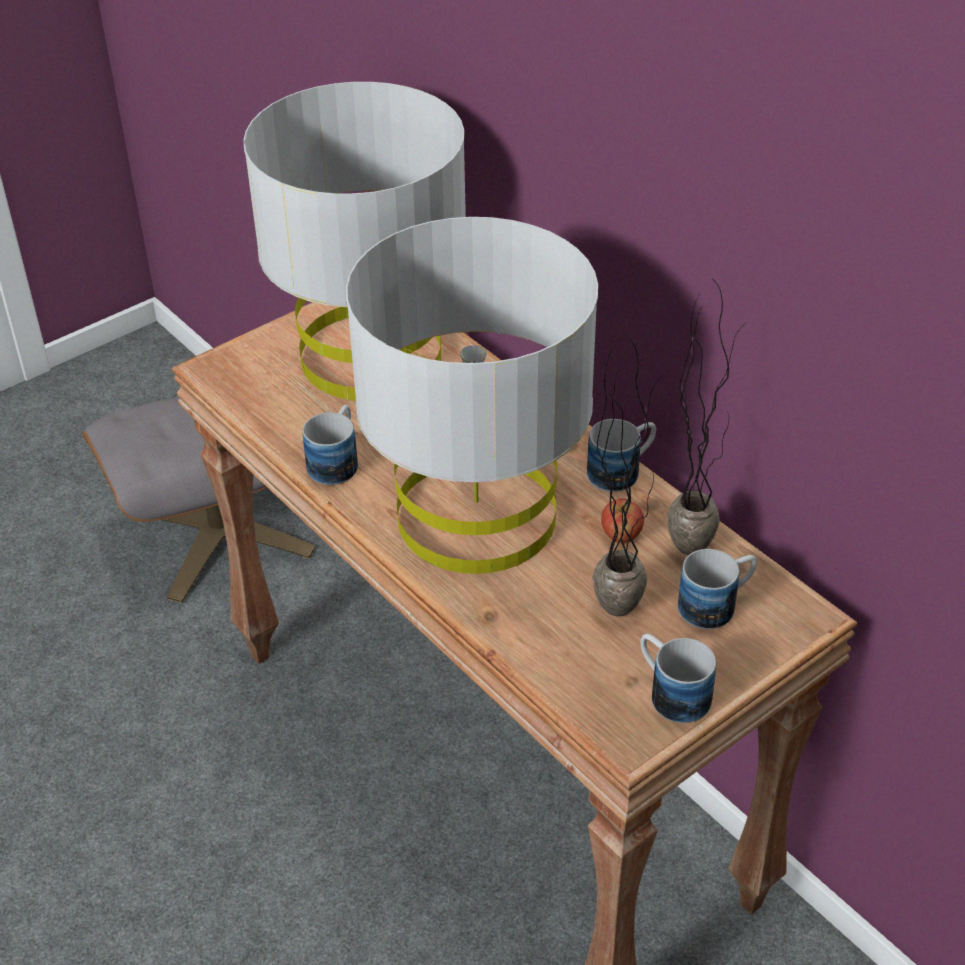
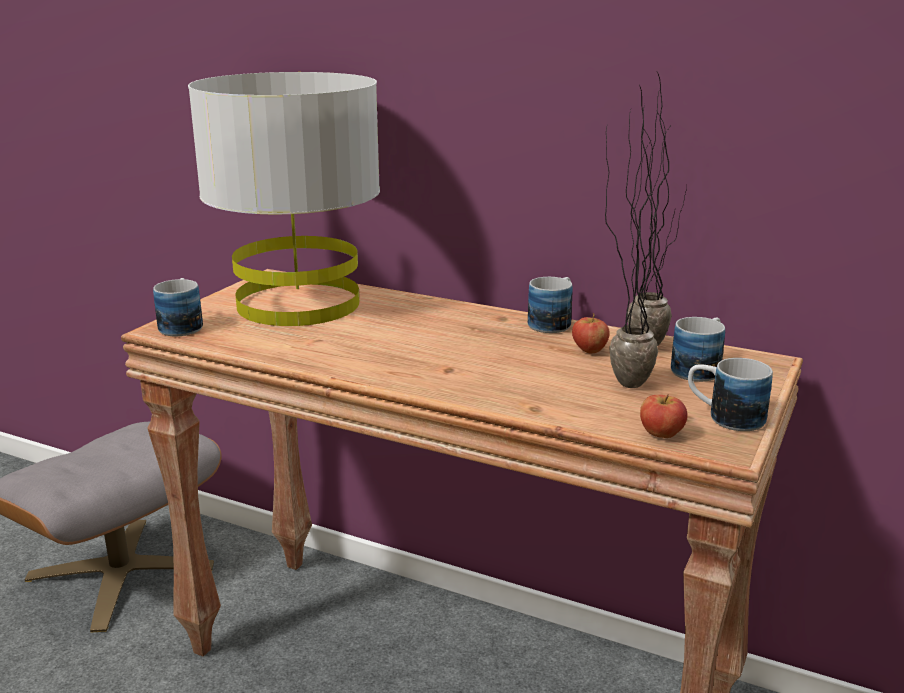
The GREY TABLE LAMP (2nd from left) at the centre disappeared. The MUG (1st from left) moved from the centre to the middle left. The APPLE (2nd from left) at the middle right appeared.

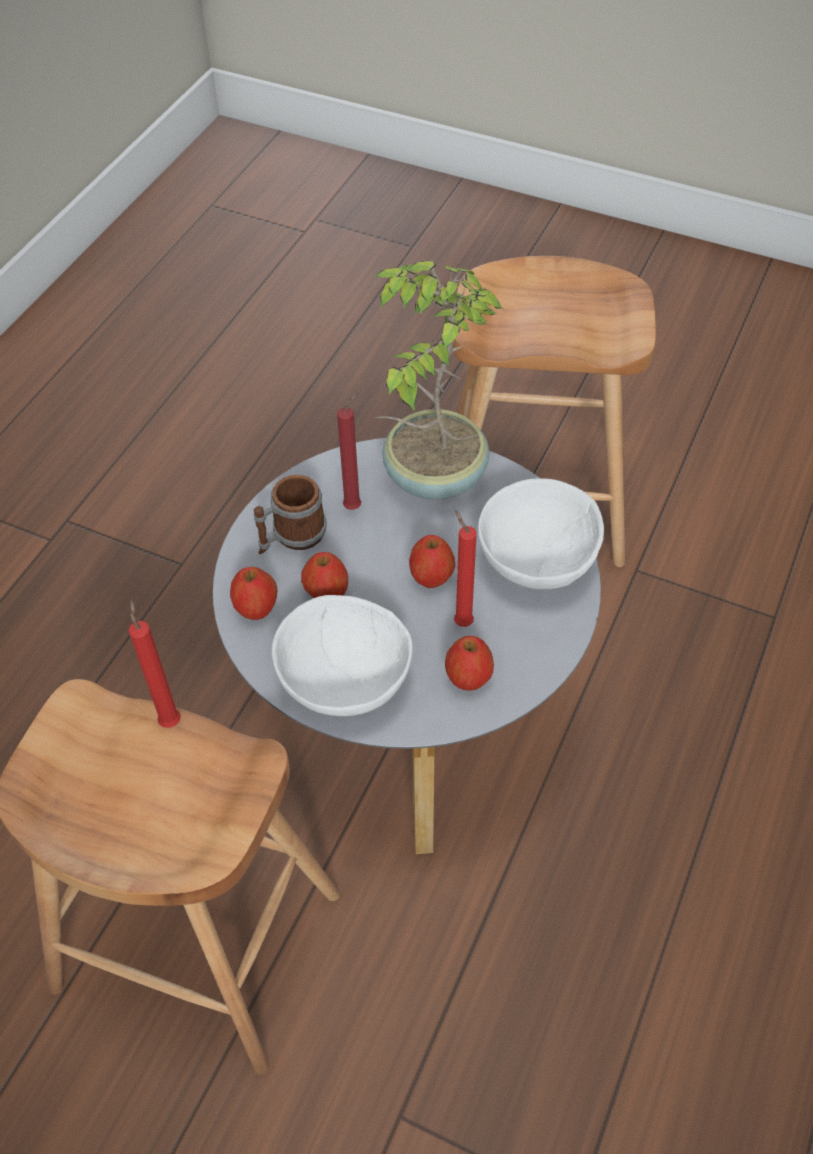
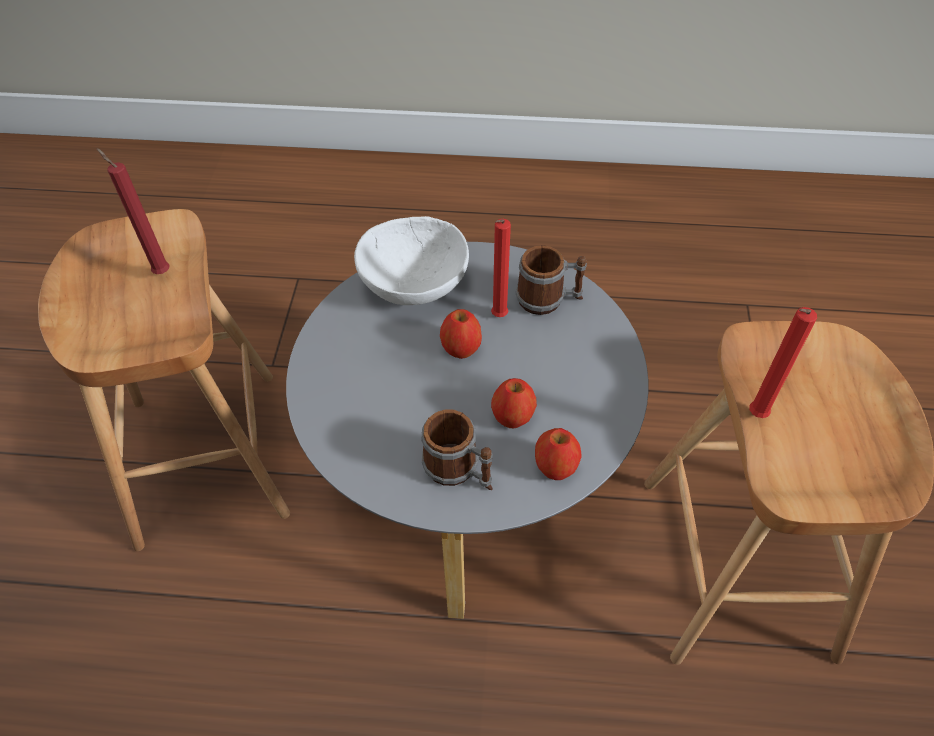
The POTTED PLANT at the top centre disappeared. The RED CANDLE (2nd from left in the first image) moved from the centre to the top left. The WHITE BOWL (1st from left) at the centre disappeared. The APPLE (4th from left) at the centre was replaced by the MUG (2nd from left) at the centre.

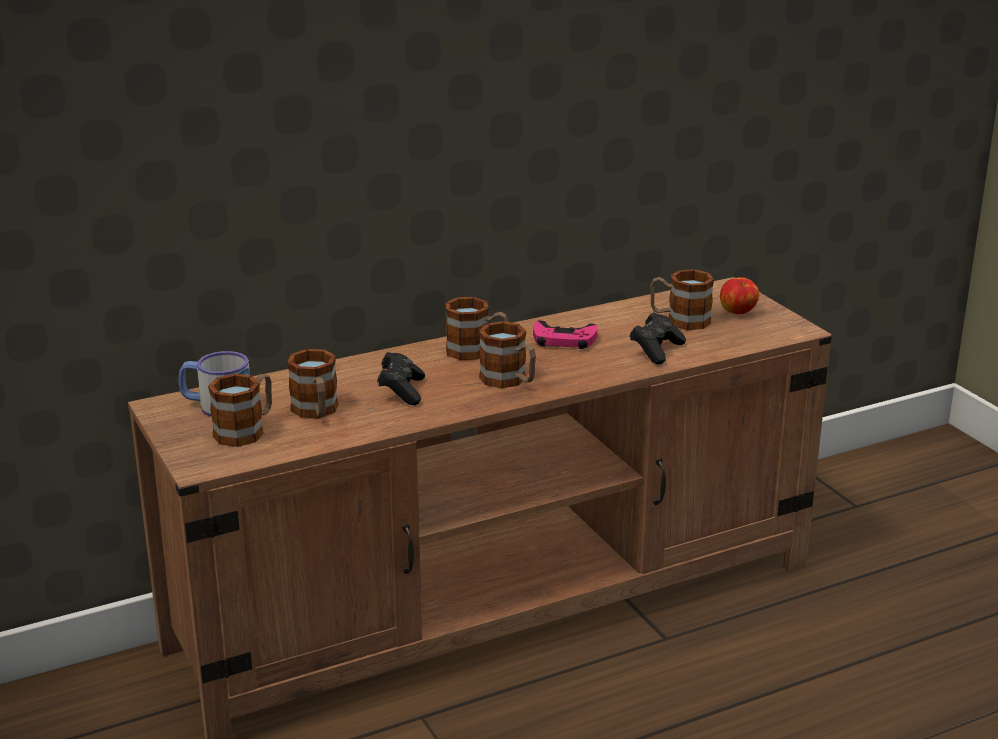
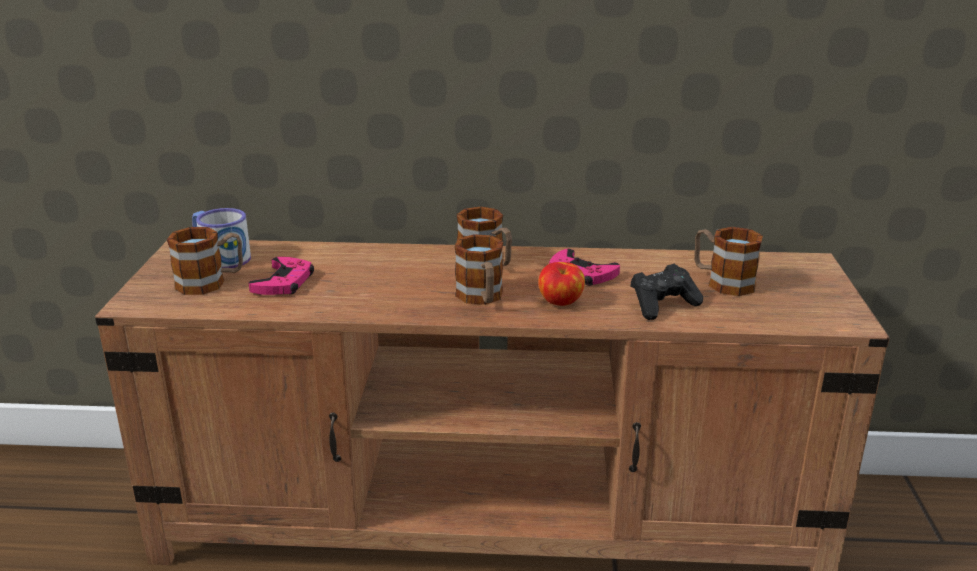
The APPLE moved from the middle right to the centre. The MUG (3rd from left) at the middle left was replaced by the PINK GAME CONTROLLER (1st from left) at the middle left. The BLACK GAME CONTROLLER (1st from left) at the centre disappeared.

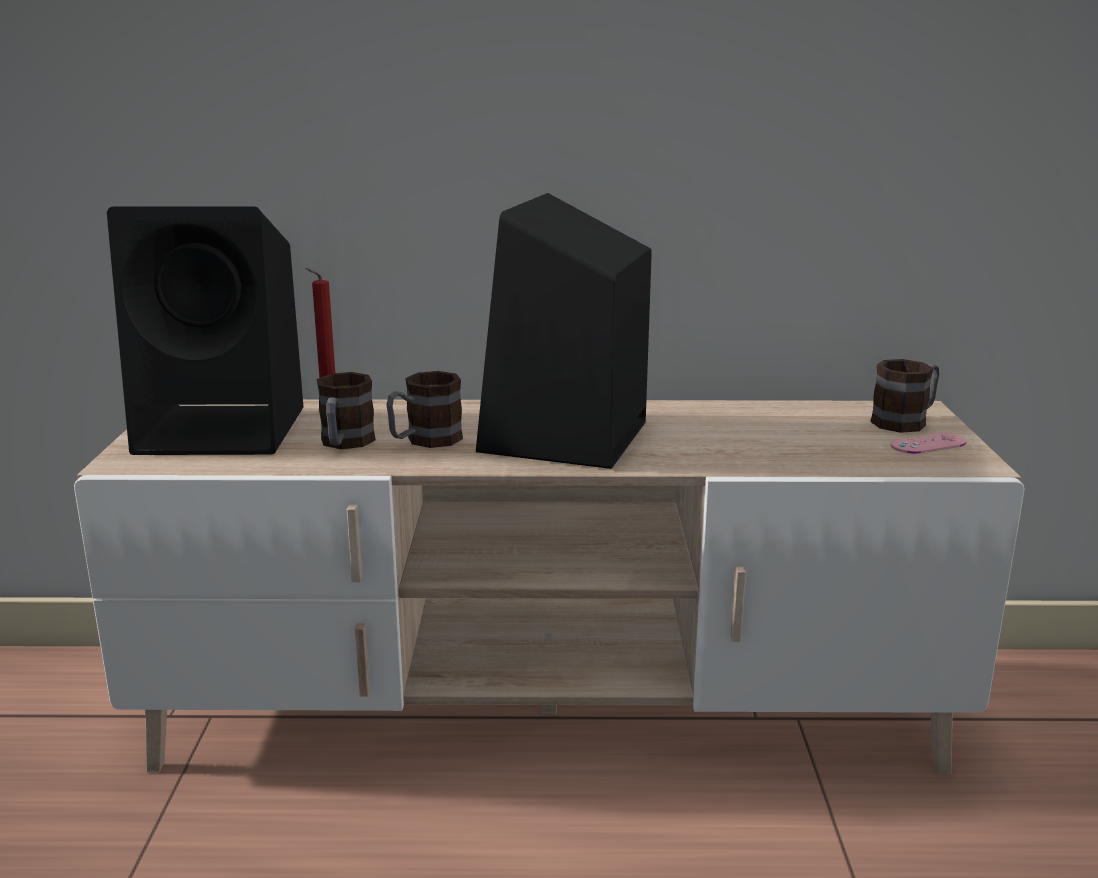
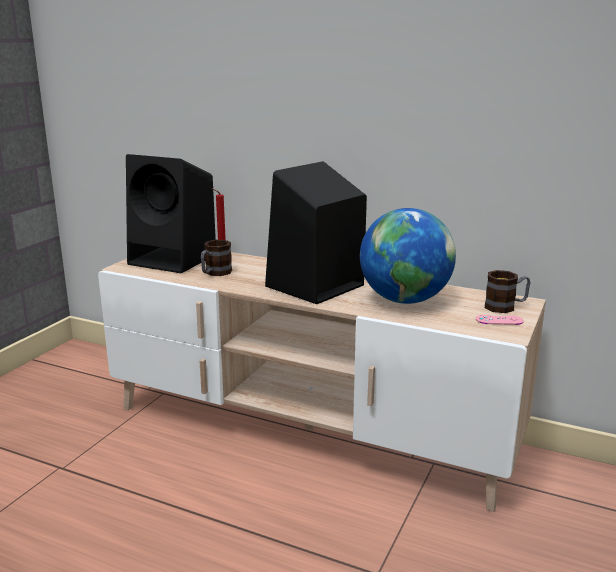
The MUG (2nd from left) at the centre disappeared. The GLOBE at the centre appeared.

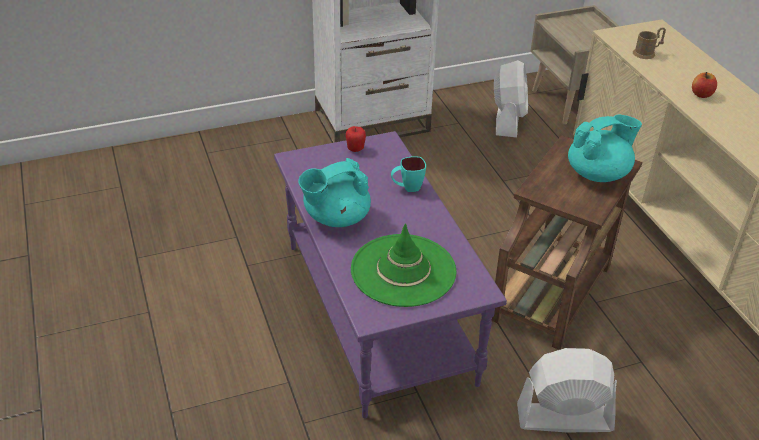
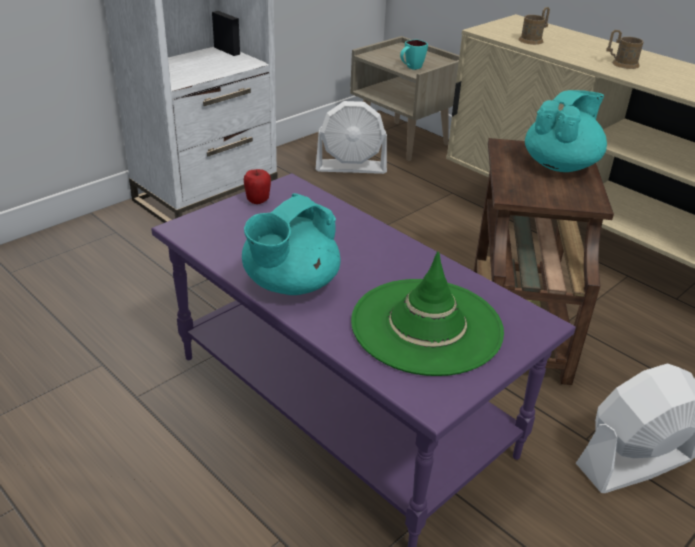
The WHITE FAN (1st from left) at the top right turned 105 degrees clockwise. The APPLE (2nd from left) at the top right was replaced by the BROWN MUG (2nd from left) at the top right. The TURQUOISE MUG moved from the centre to the top centre.

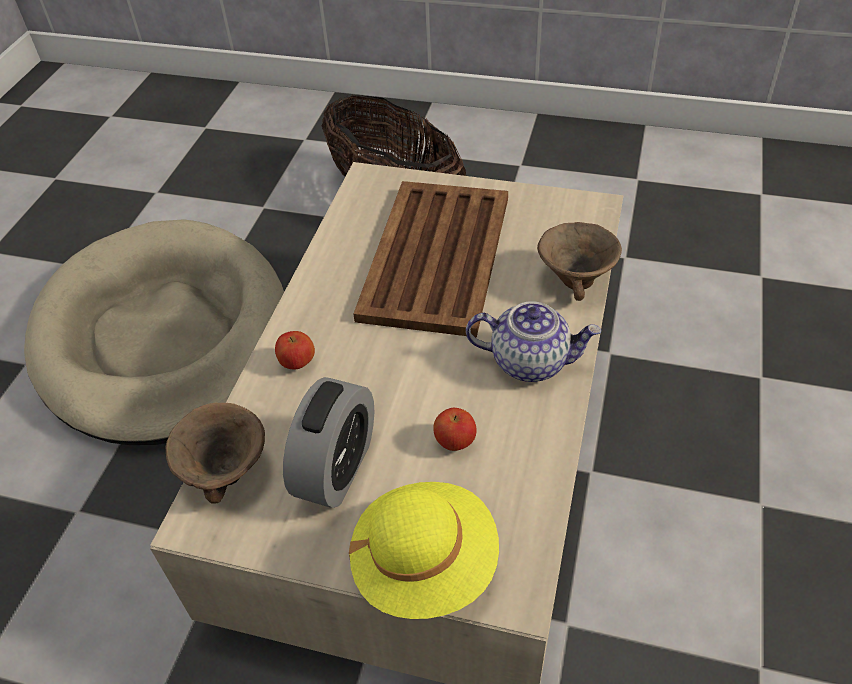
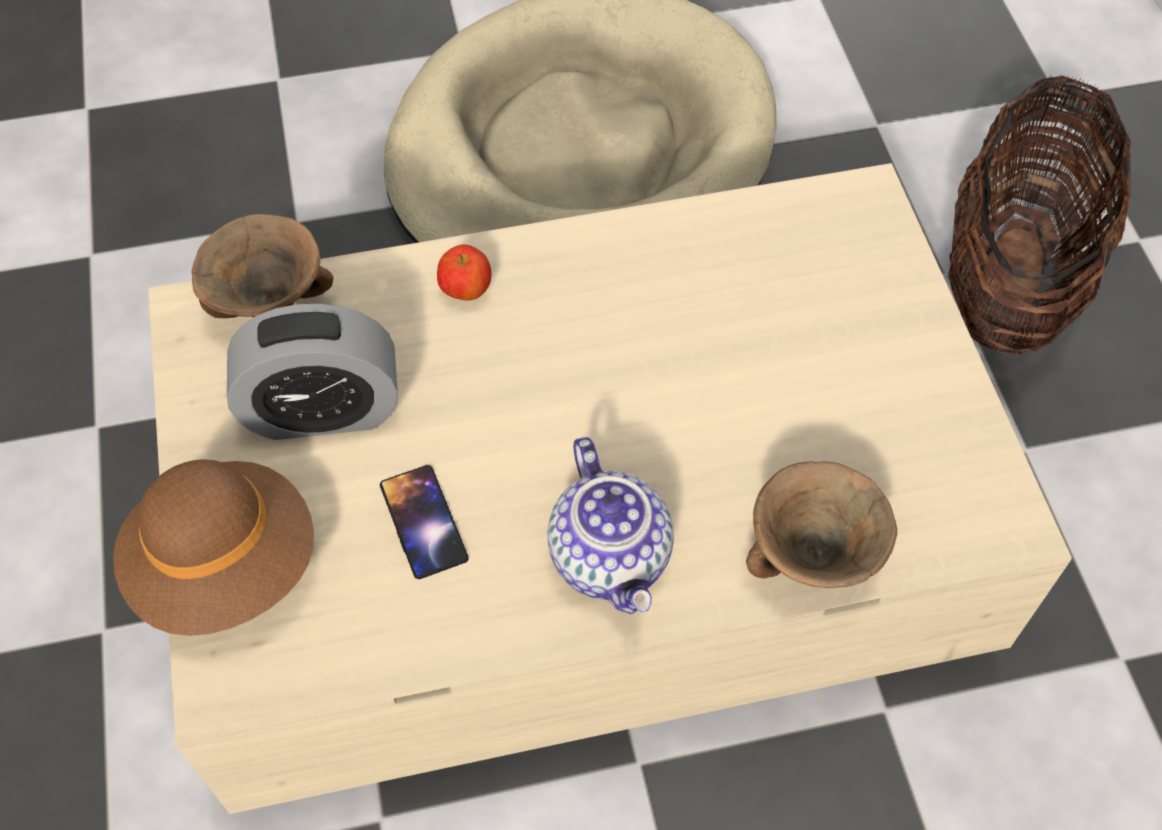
The BROWN TRAY at the centre disappeared. The APPLE (2nd from left) at the centre was replaced by the PHONE at the centre. The YELLOW HAT at the bottom centre became the BROWN HAT at the middle left.

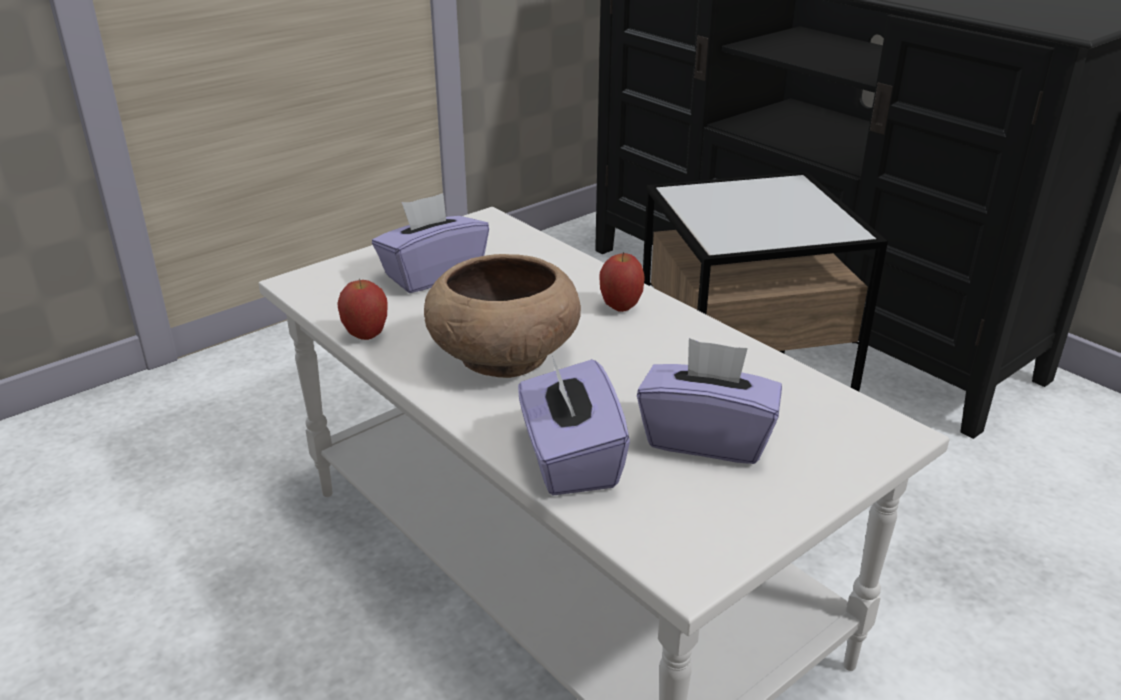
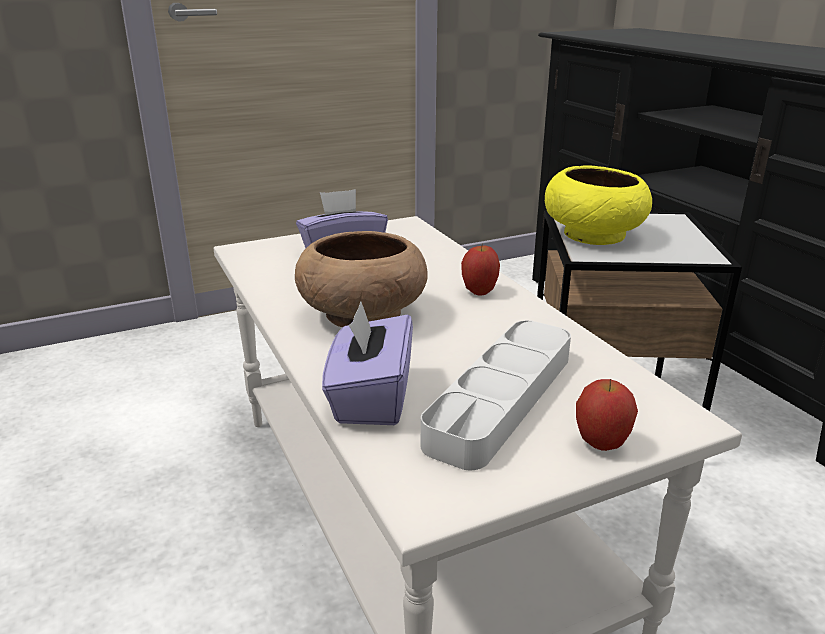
The APPLE (1st from left in the first image) moved from the middle left to the middle right. The PURPLE TISSUE BOX (3rd from left) at the centre was replaced by the GREY TRAY at the centre. The YELLOW BOWL at the top right appeared.

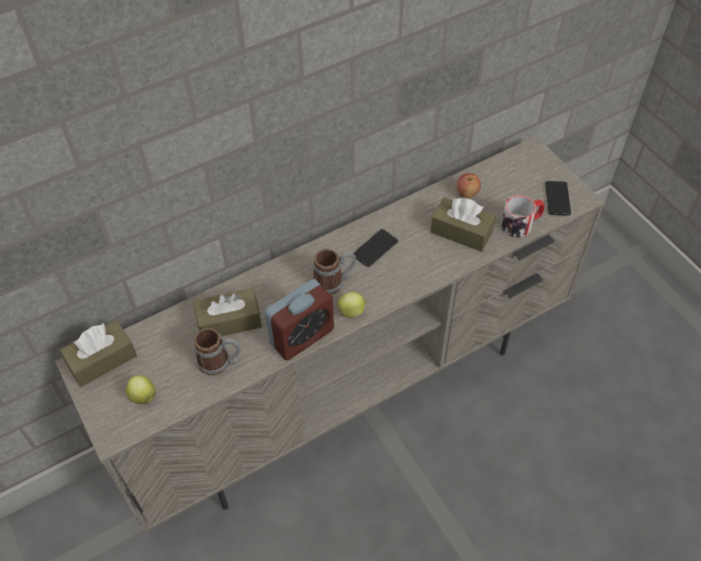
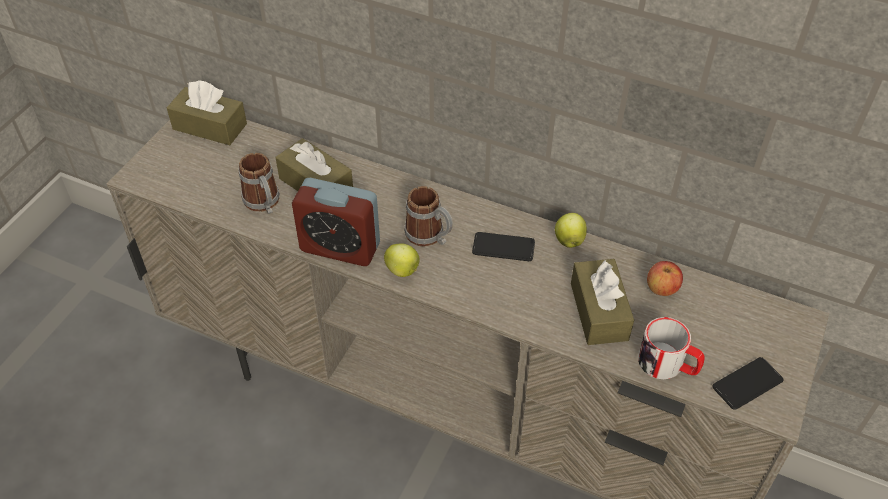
The APPLE (1st from left in the first image) moved from the bottom left to the centre.

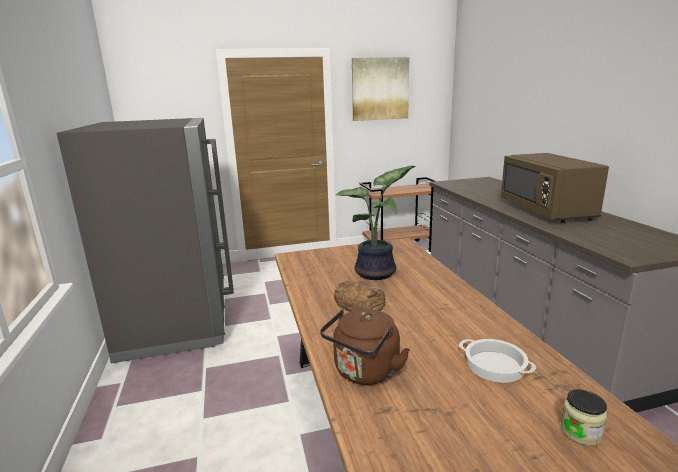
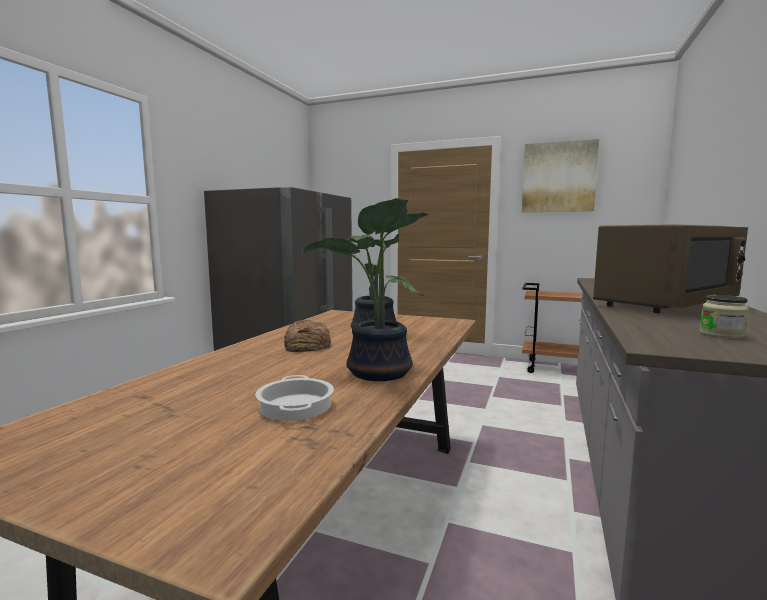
The BROWN MICROWAVE at the middle right turned 150 degrees counterclockwise. The BROWN KETTLE at the bottom centre disappeared. The JAR moved from the bottom right to the middle right. The POTTED PLANT (1st from left) at the centre appeared.

